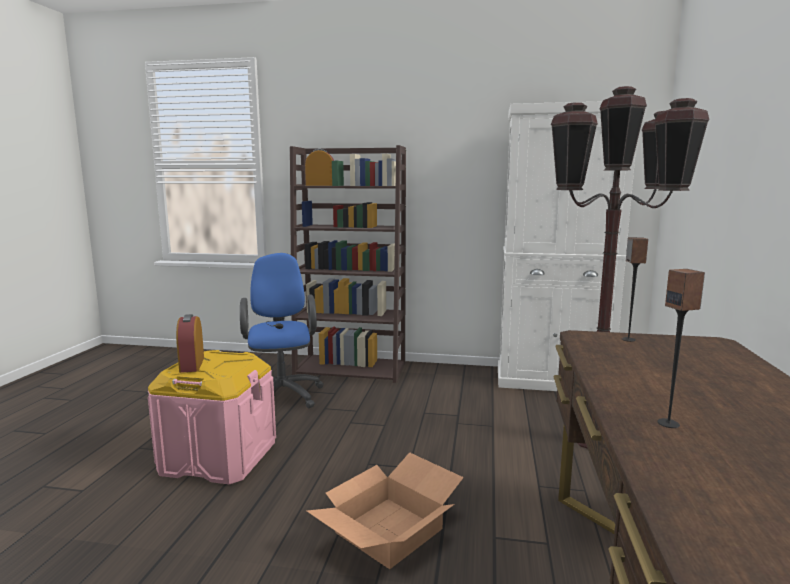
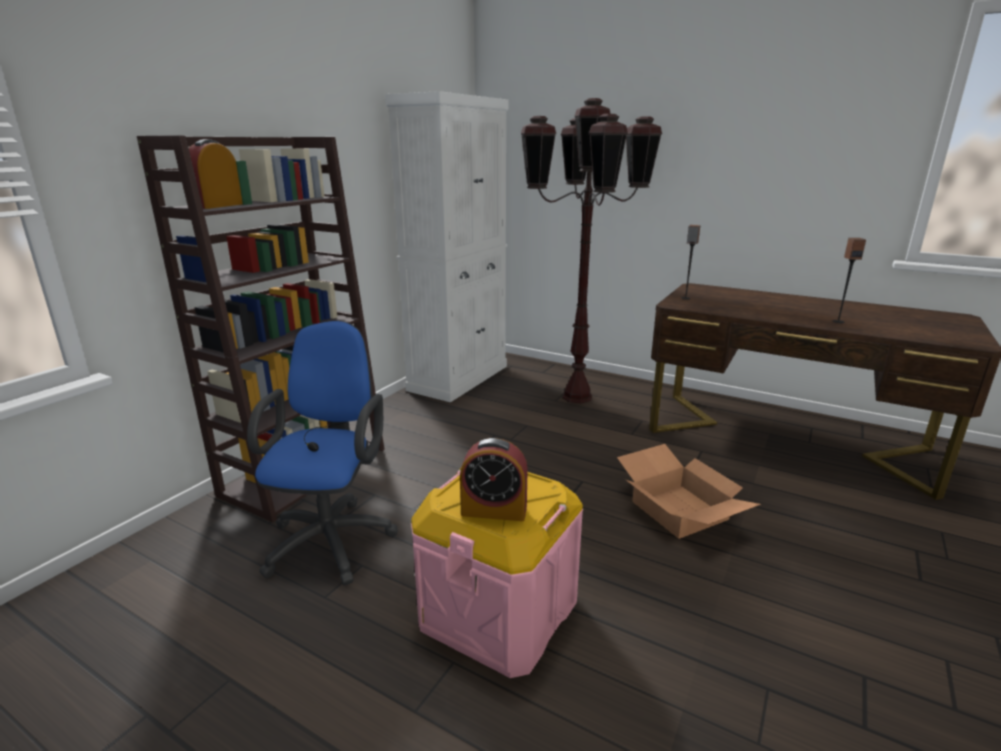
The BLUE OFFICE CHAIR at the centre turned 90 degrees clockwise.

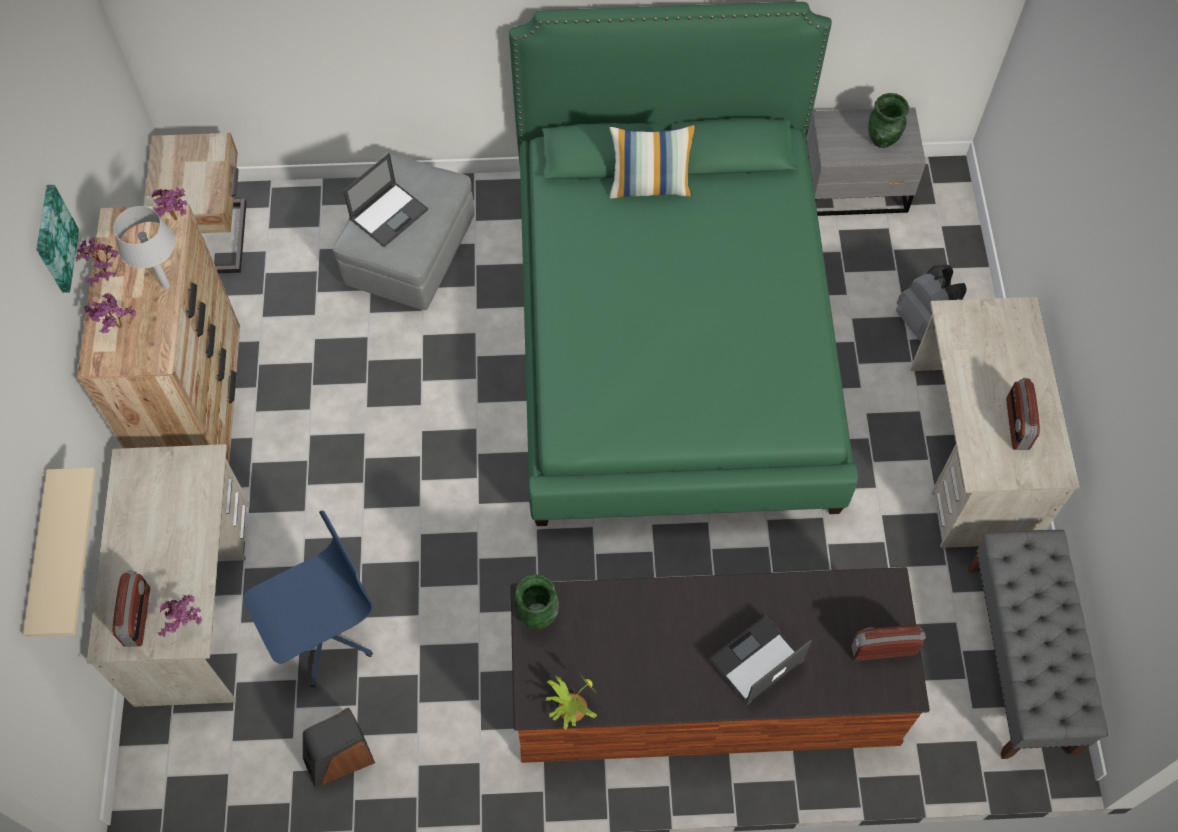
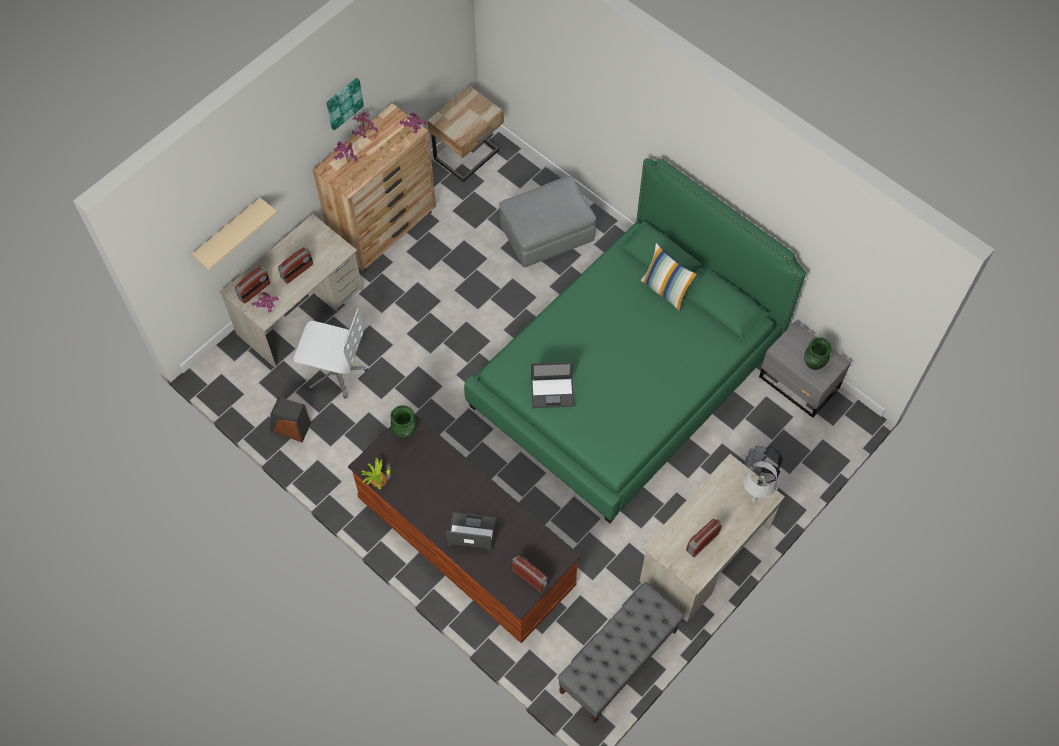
The LAPTOP (1st from left in the first image) moved from the top left to the centre. The GREY TABLE LAMP moved from the top left to the middle right. The BLUE OFFICE CHAIR at the bottom left became the WHITE OFFICE CHAIR at the middle left. The RADIO (2nd from left) at the middle left appeared.

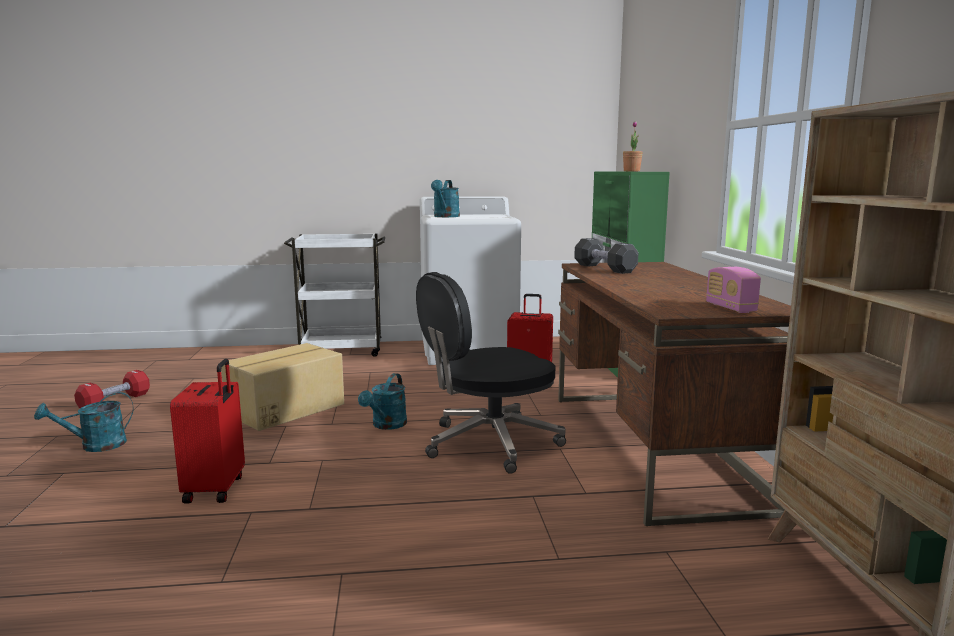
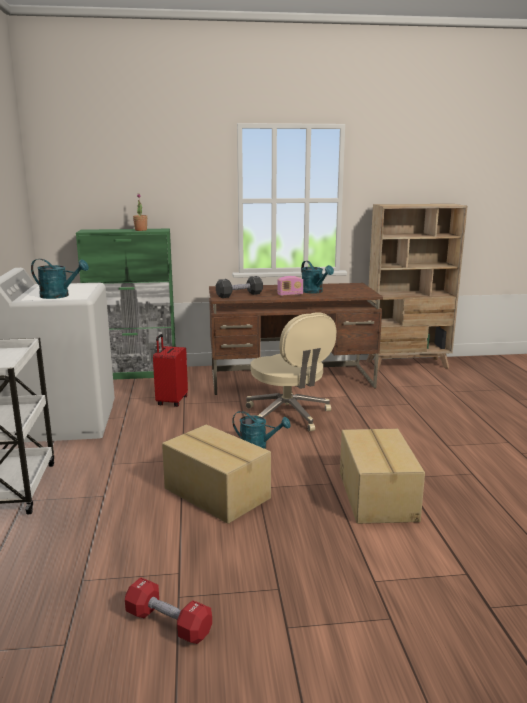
The RADIO moved from the middle right to the centre. The BLACK OFFICE CHAIR at the centre became the BEIGE OFFICE CHAIR at the centre. The RED SUITCASE (1st from left) at the bottom left was replaced by the CARDBOARD BOX (2nd from left) at the bottom right. The TURQUOISE WATERING CAN (1st from left in the first image) moved from the middle left to the centre.

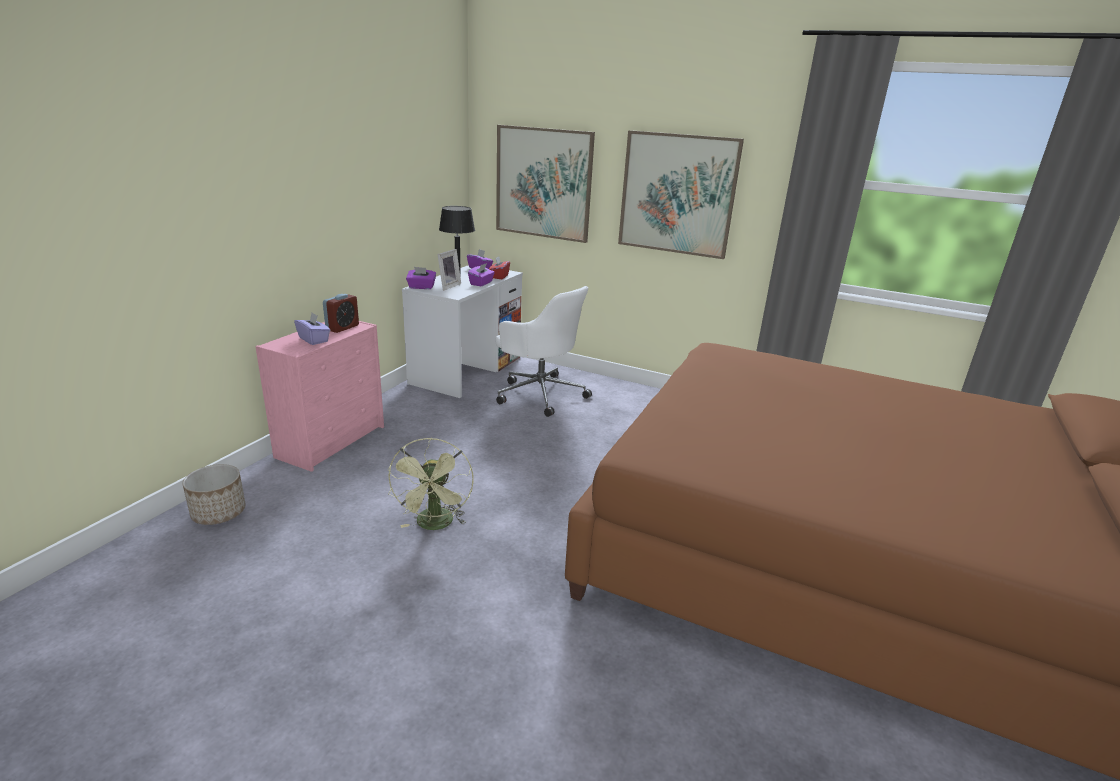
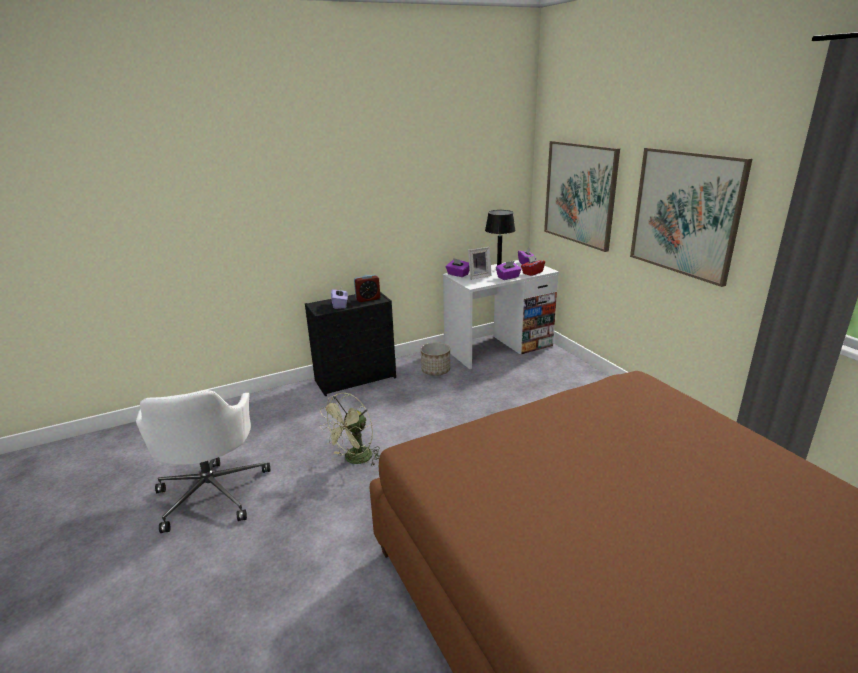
The WHITE OFFICE CHAIR moved from the centre to the bottom left. The PINK DRESSER at the middle left became the BLACK DRESSER at the centre. The PLANTER moved from the middle left to the centre.

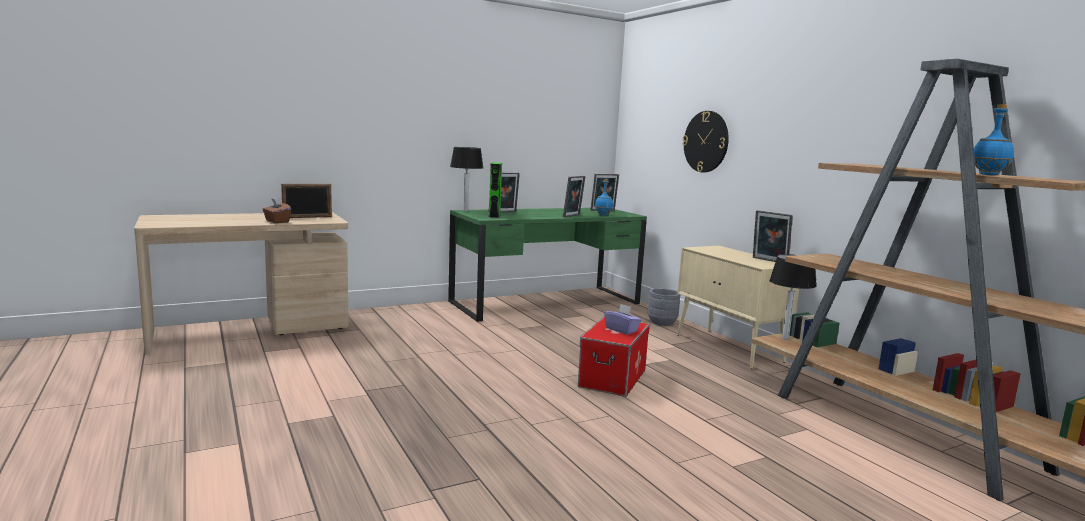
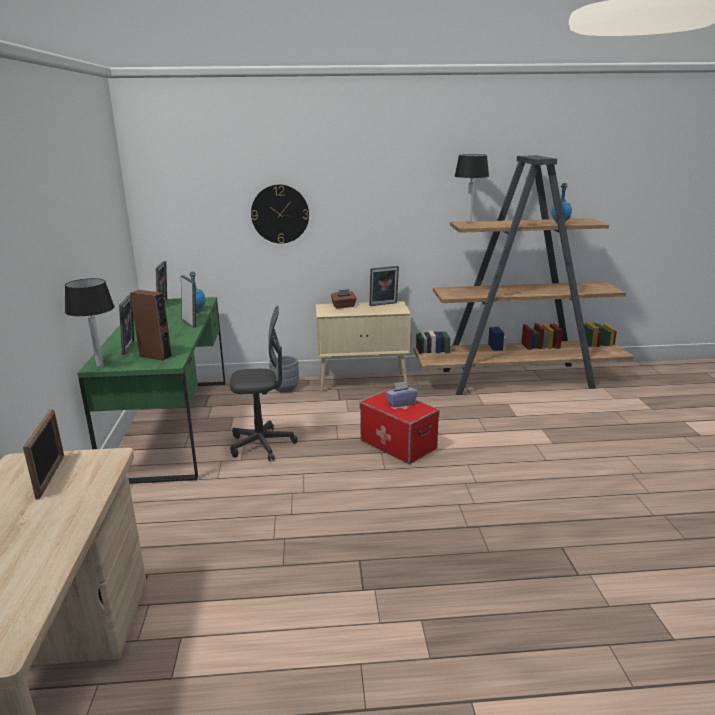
The GREEN SPEAKER at the centre became the BROWN SPEAKER at the middle left. The BROWN TISSUE BOX moved from the middle left to the centre. The TABLE LAMP (2nd from left) moved from the middle right to the top centre. The GREY OFFICE CHAIR at the centre appeared.

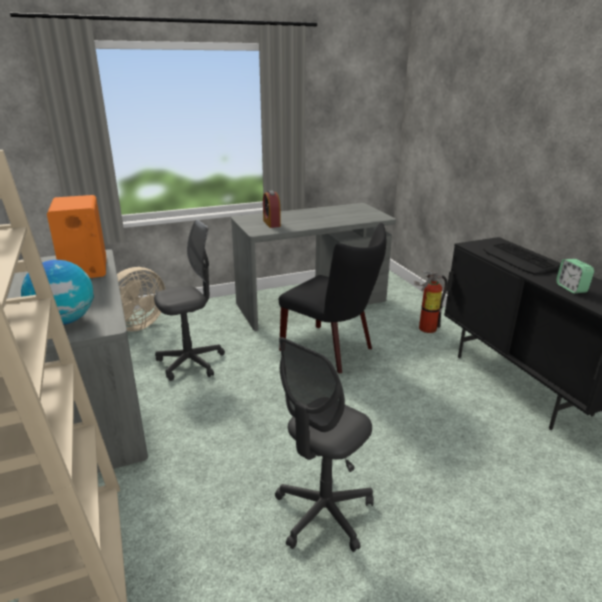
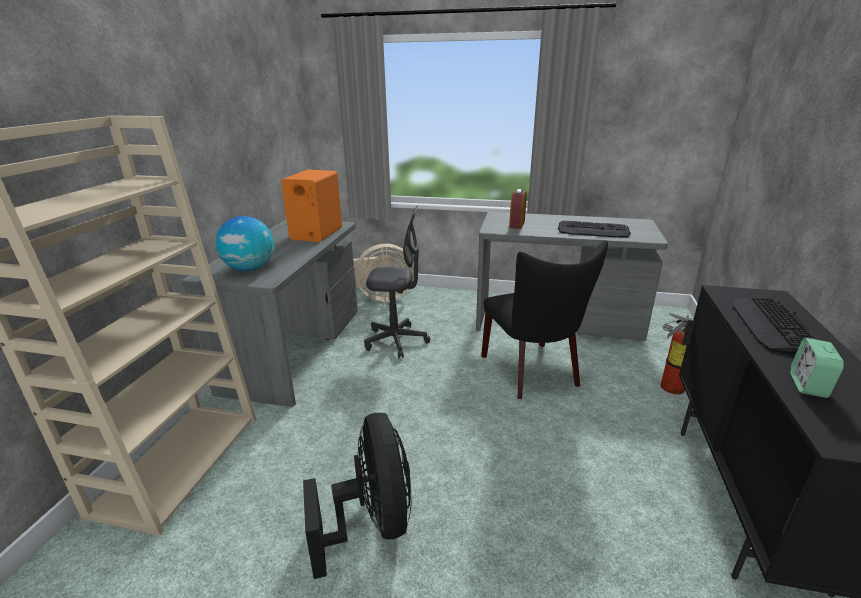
The GREY OFFICE CHAIR (2nd from left) at the bottom centre was replaced by the BLACK FAN at the bottom centre. The KEYBOARD (1st from left) at the middle right appeared.

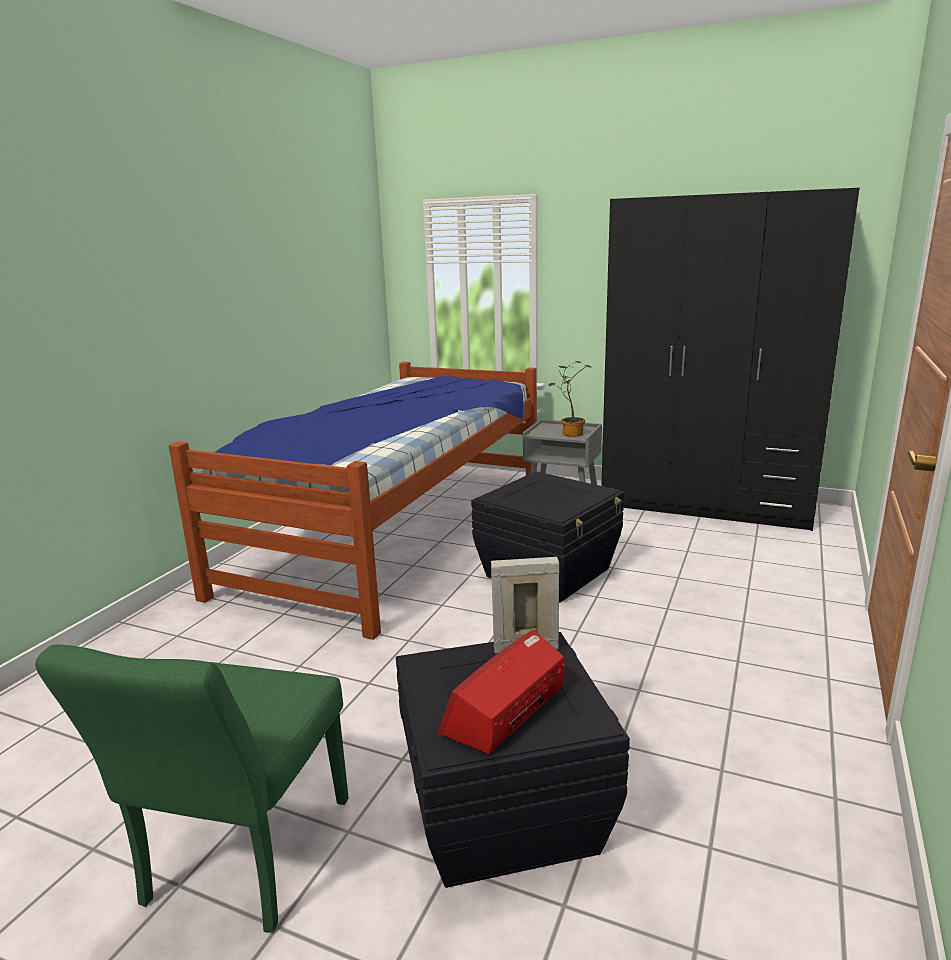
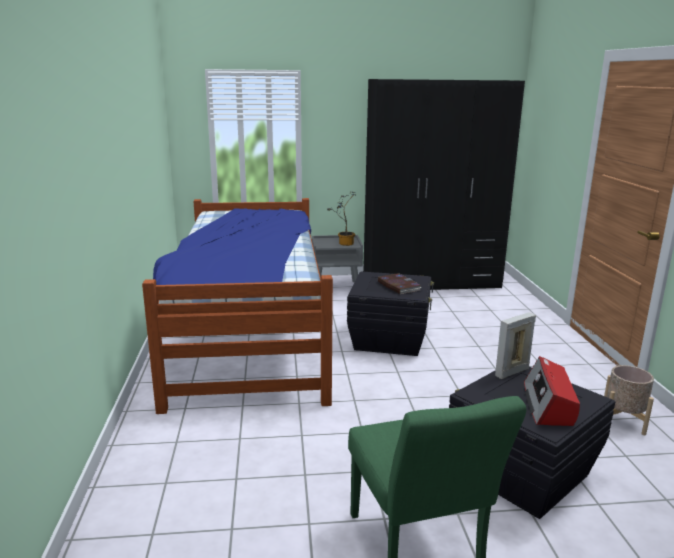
The BOOK at the centre appeared. The BEIGE PLANTER at the bottom right appeared.

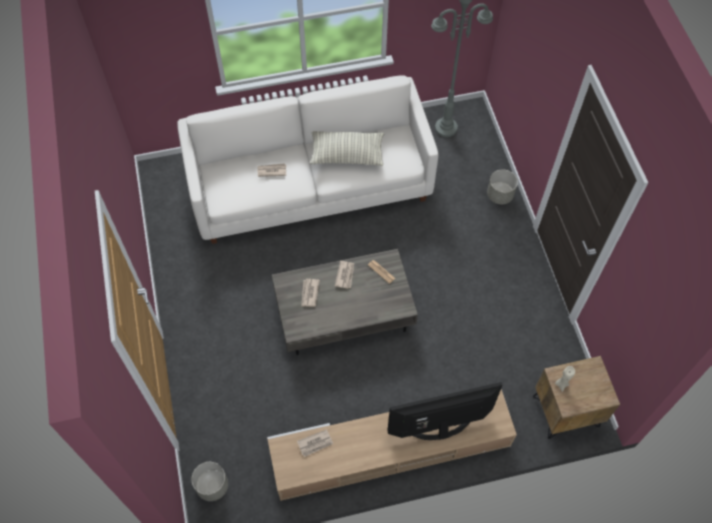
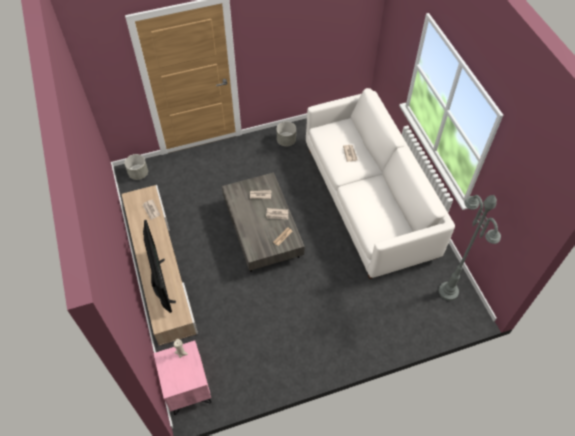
The PILLOW at the top centre disappeared. The GREY PLANTER (2nd from left) moved from the middle right to the top centre. The BROWN NIGHTSTAND at the bottom right became the PINK NIGHTSTAND at the bottom left.

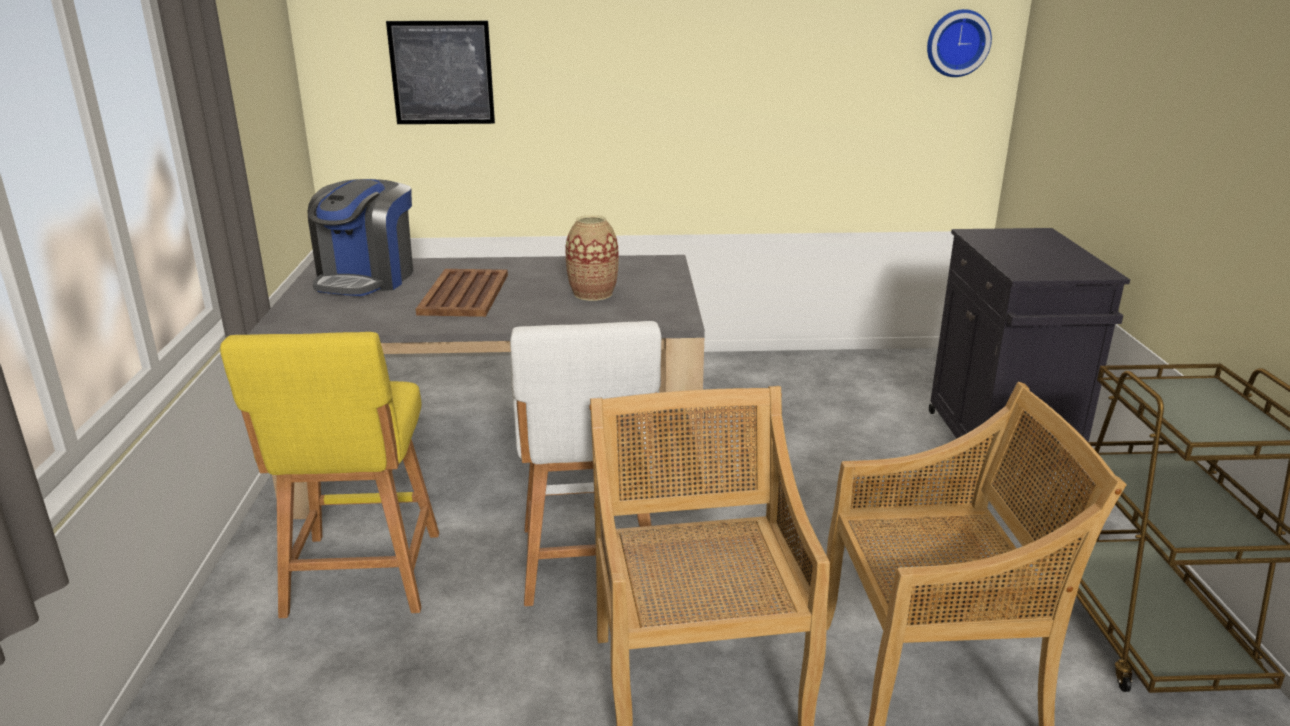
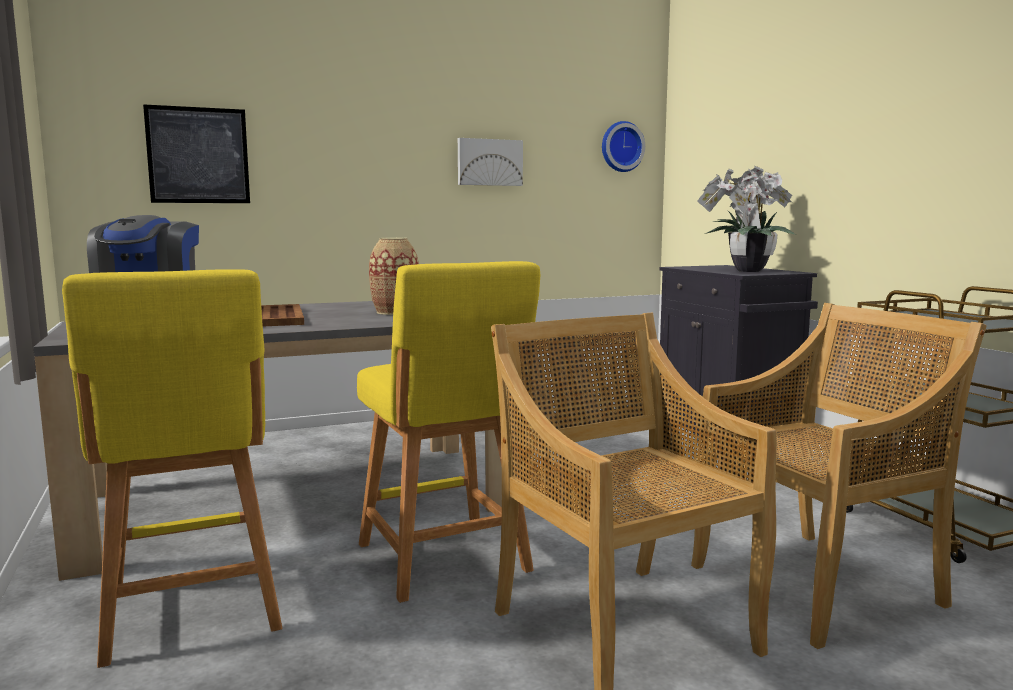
The WHITE STOOL at the centre became the YELLOW STOOL (2nd from left) at the centre. The PICTURE (2nd from left) at the top centre appeared. The POTTED PLANT at the top right appeared.

